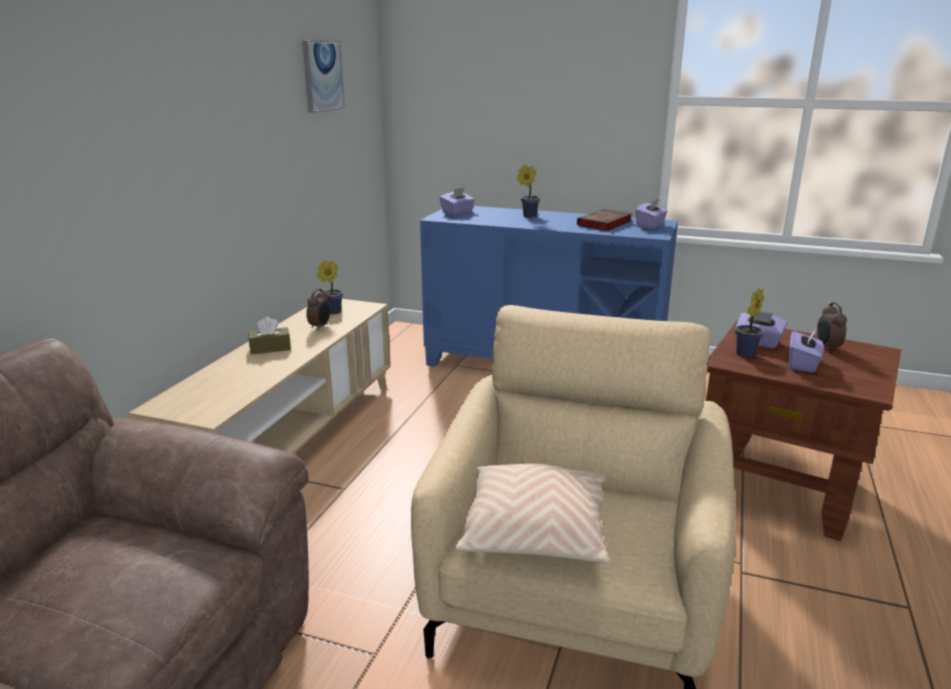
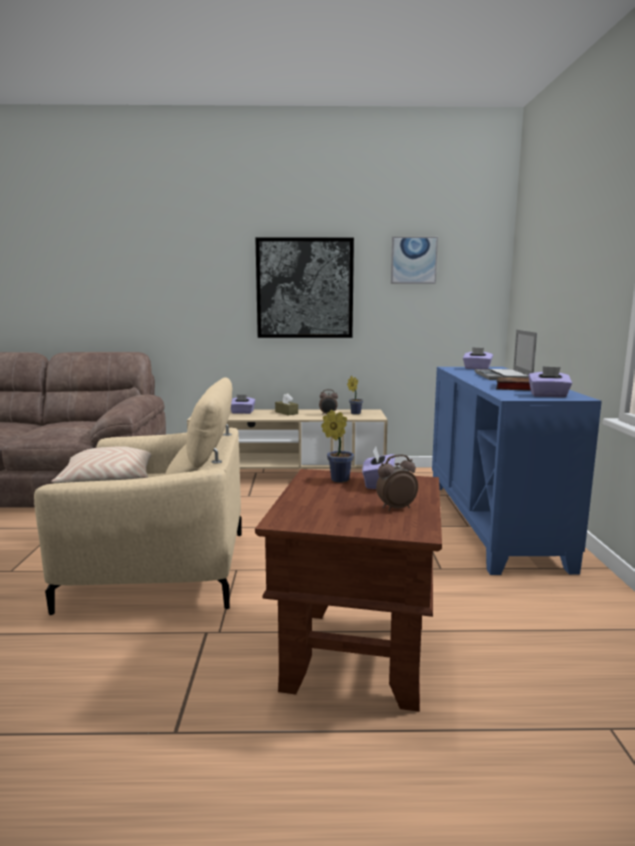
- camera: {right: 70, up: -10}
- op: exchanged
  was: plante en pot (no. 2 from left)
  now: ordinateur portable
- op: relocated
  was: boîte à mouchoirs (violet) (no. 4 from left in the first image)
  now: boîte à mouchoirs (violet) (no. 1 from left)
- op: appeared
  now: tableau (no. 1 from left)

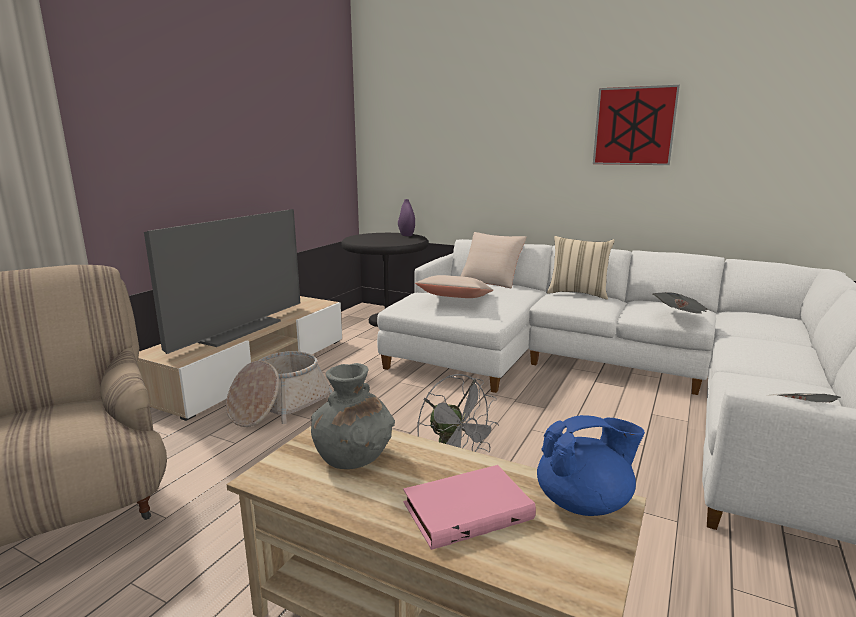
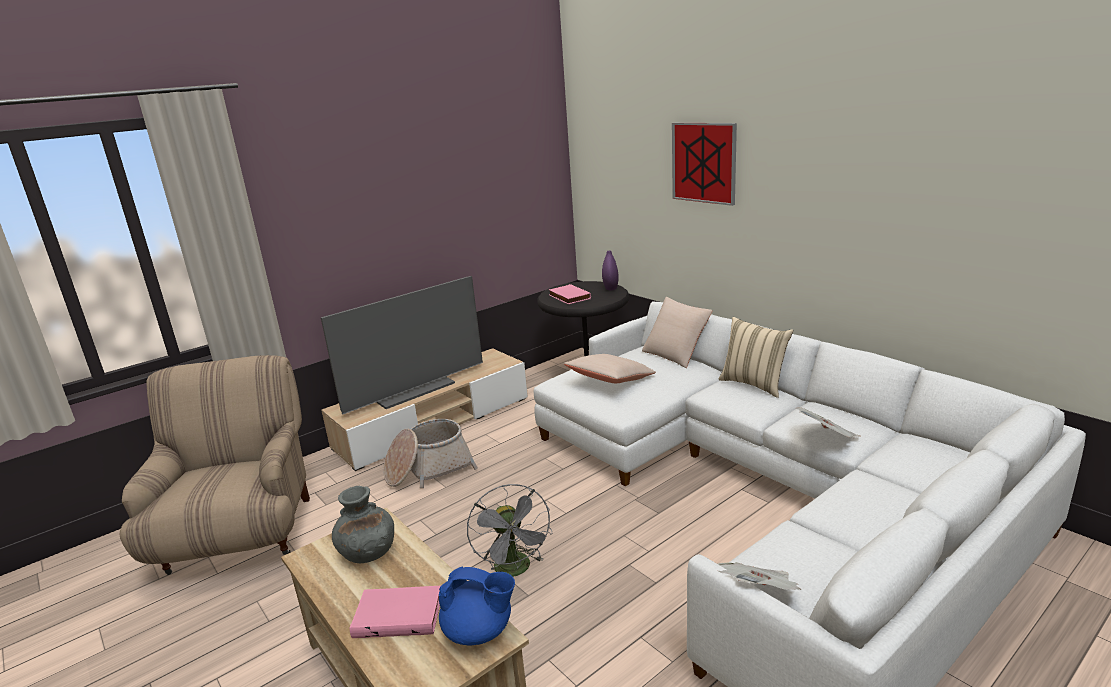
- camera: {right: 25, up: 5}
- op: relocated
  was: tableau
- op: appeared
  now: livre (rose) (no. 2 from left)

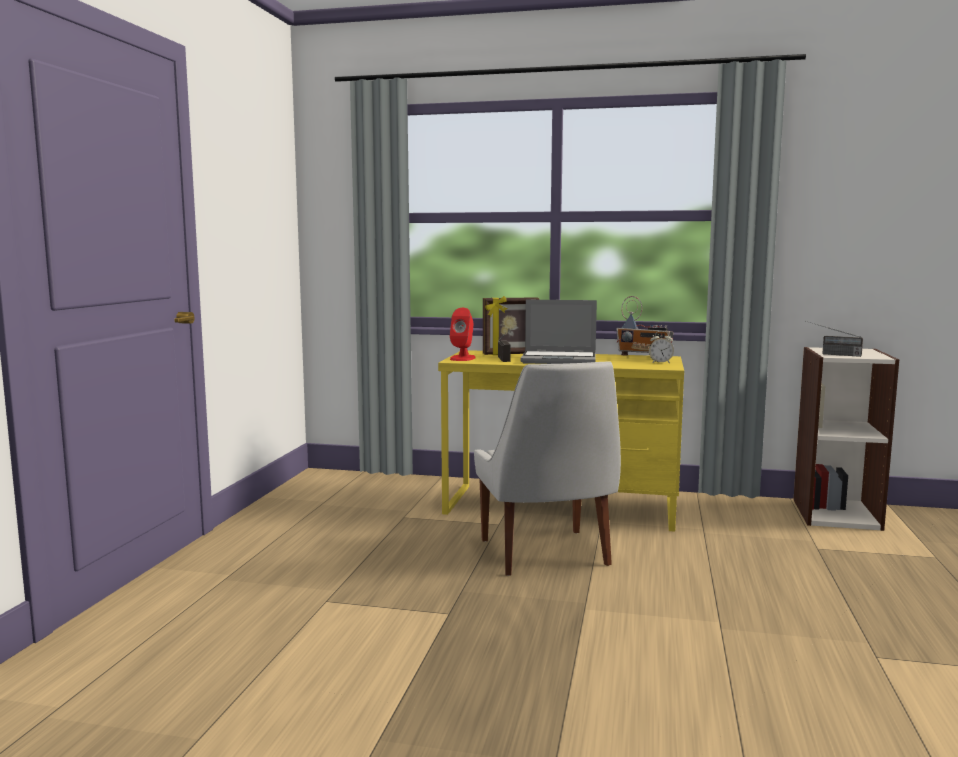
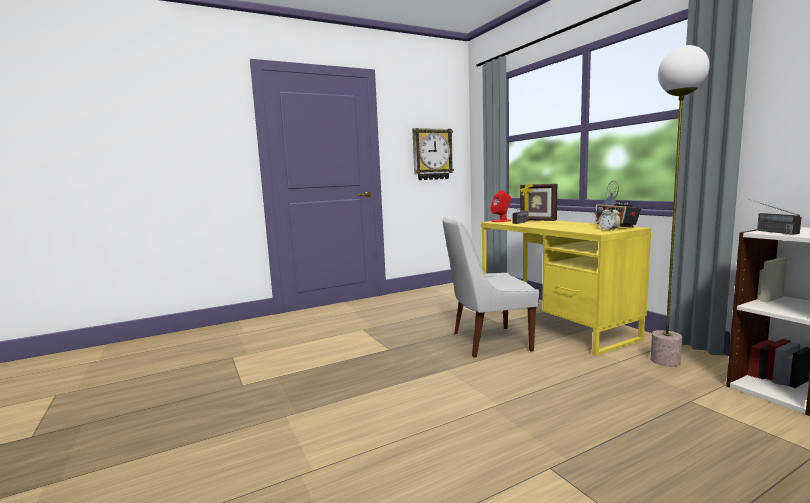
- camera: {right: 50, up: 0}
- op: spun
  was: chaise (blanc)
  clockwise: 45
- op: missing
  was: ordinateur portable
- op: appeared
  now: horloge murale
- op: appeared
  now: lampadaire

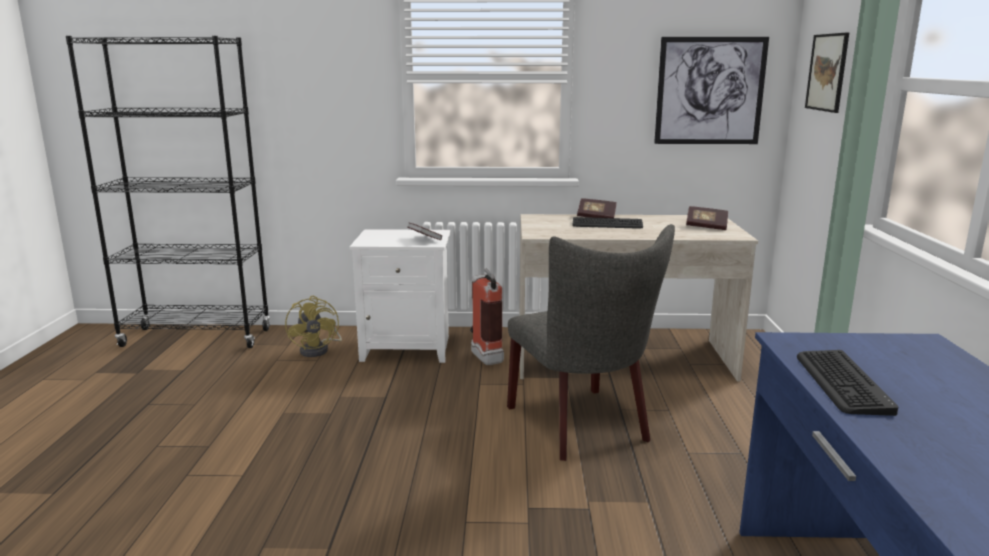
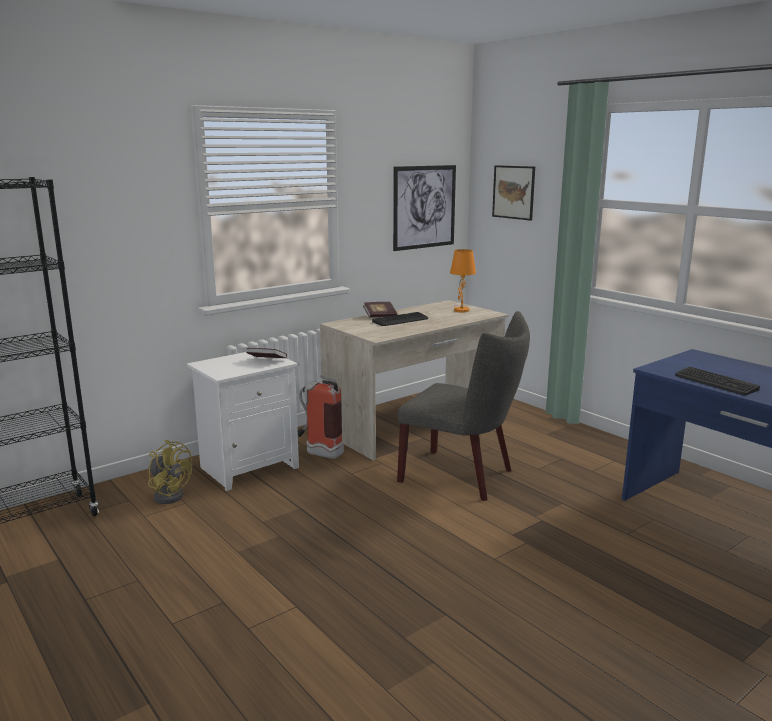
- camera: {right: -40, up: 0}
- op: exchanged
  was: livre (no. 3 from left)
  now: lampe de table (orange)

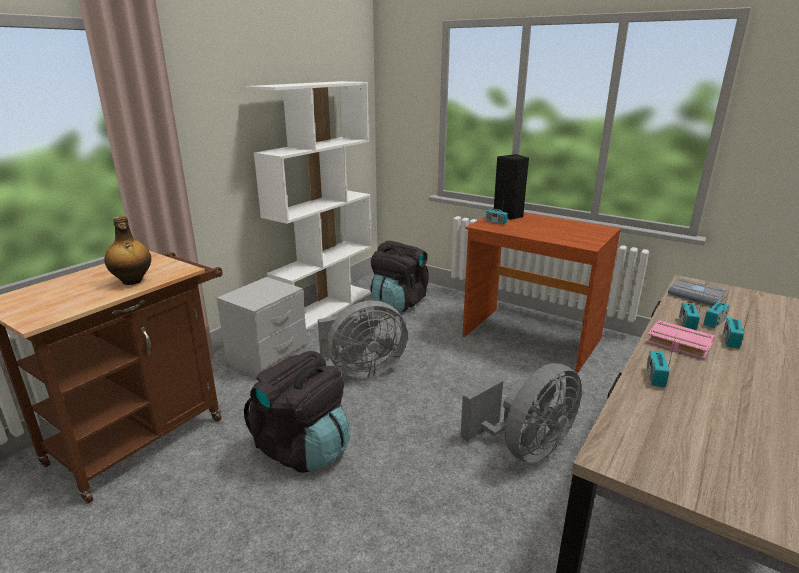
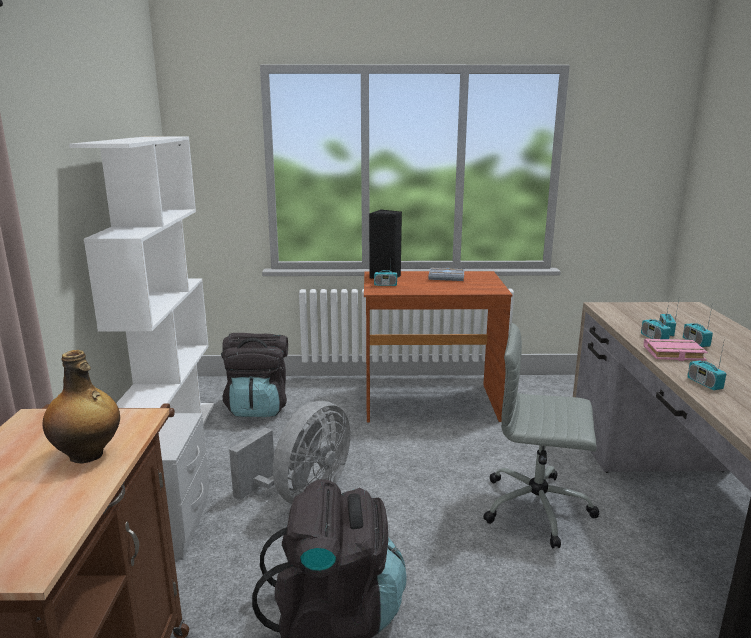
- camera: {right: -35, up: -5}
- op: exchanged
  was: ventilateur (gris) (no. 2 from left)
  now: chaise de bureau (gris)
- op: relocated
  was: livre (gris)

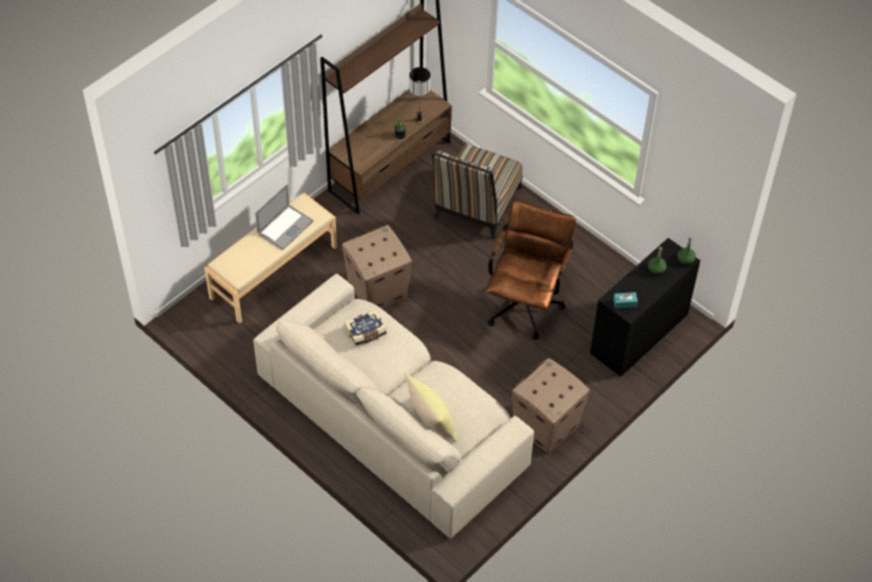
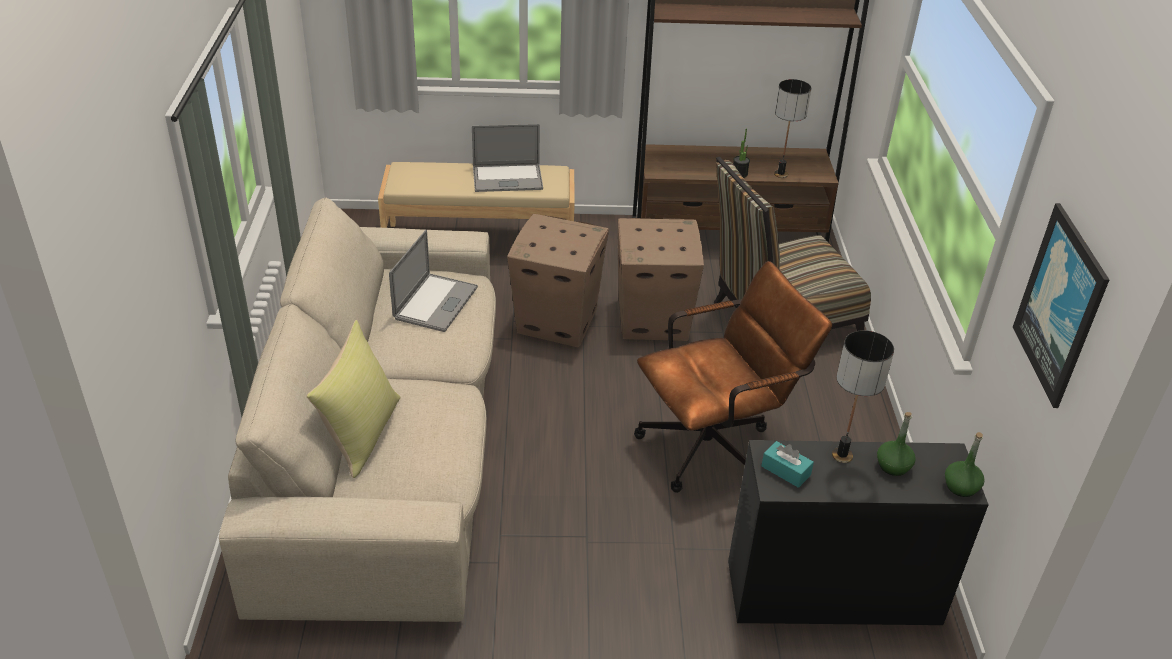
- camera: {right: 45, up: -15}
- op: exchanged
  was: livre
  now: ordinateur portable (no. 1 from left)
- op: relocated
  was: carton (no. 2 from left)
- op: appeared
  now: lampe de table (no. 2 from left)
- op: appeared
  now: tableau

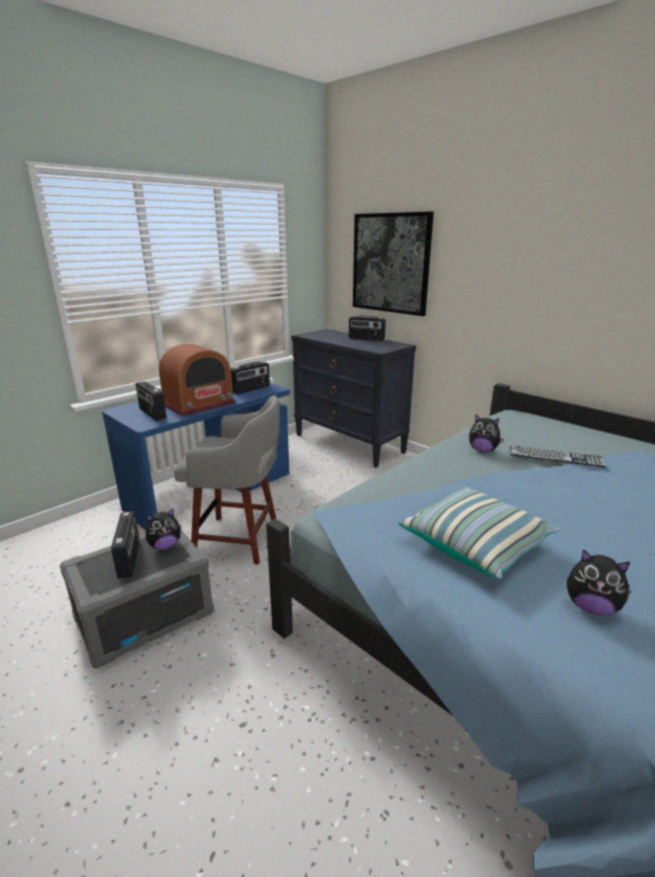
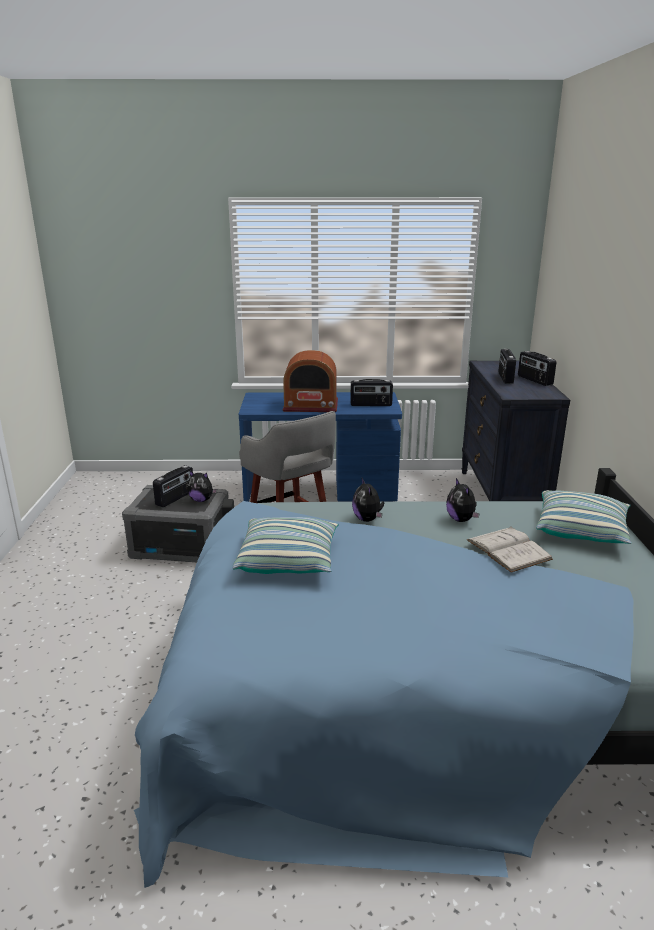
- camera: {right: 45, up: 0}
- op: relocated
  was: radio (no. 2 from left in the first image)
  now: radio (no. 4 from left)
- op: missing
  was: tableau
- op: exchanged
  was: clavier
  now: livre (blanc)
- op: relocated
  was: peluche (no. 3 from left in the first image)
  now: peluche (no. 2 from left)
- op: appeared
  now: coussin (no. 2 from left)

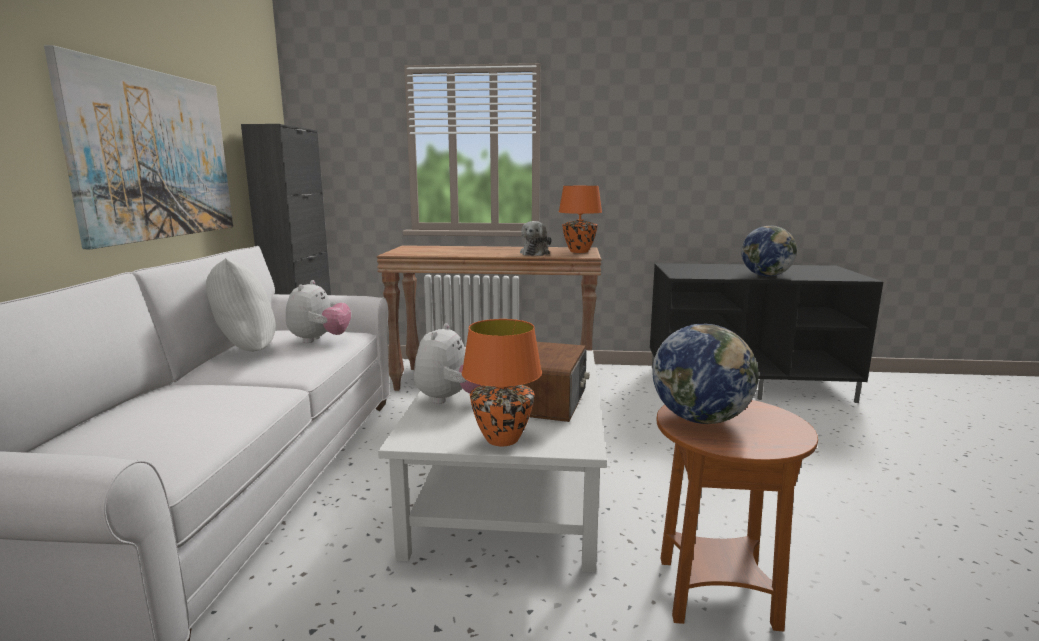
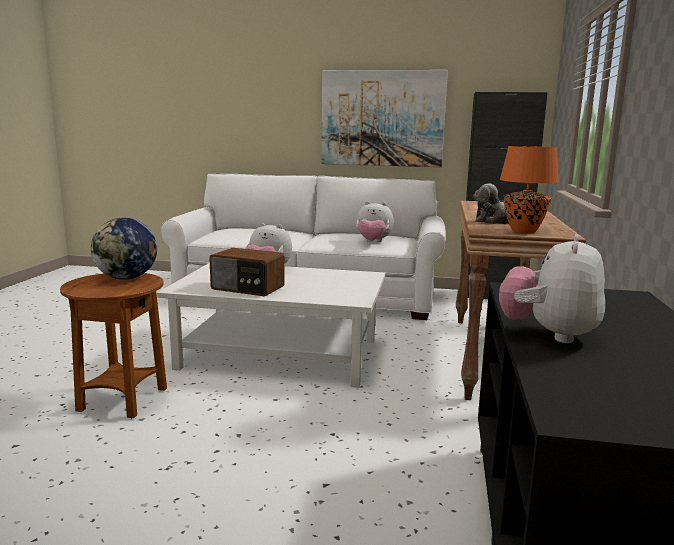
- camera: {right: 95, up: 0}
- op: missing
  was: coussin (blanc)
- op: missing
  was: lampe de table (orange) (no. 1 from left)
- op: exchanged
  was: globe (no. 2 from left)
  now: peluche (no. 4 from left)

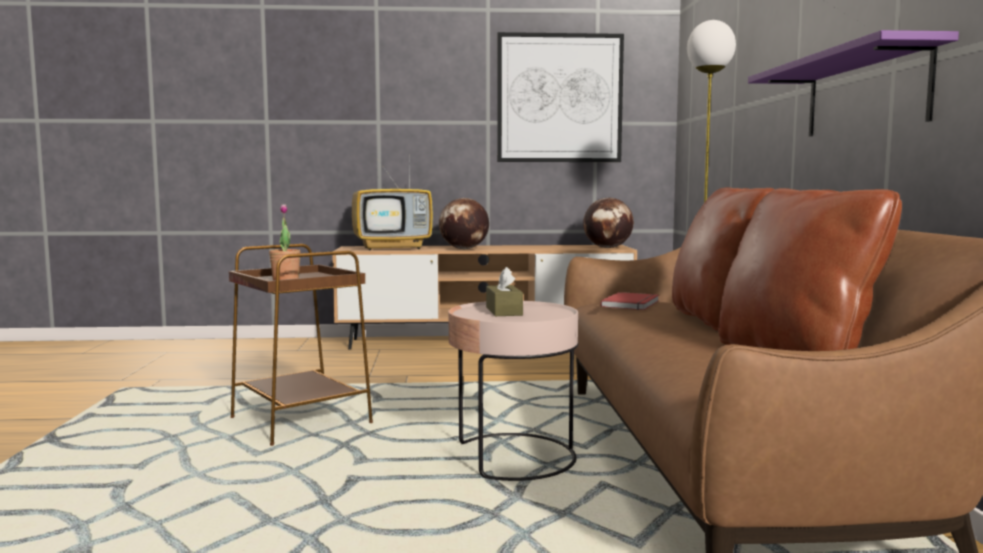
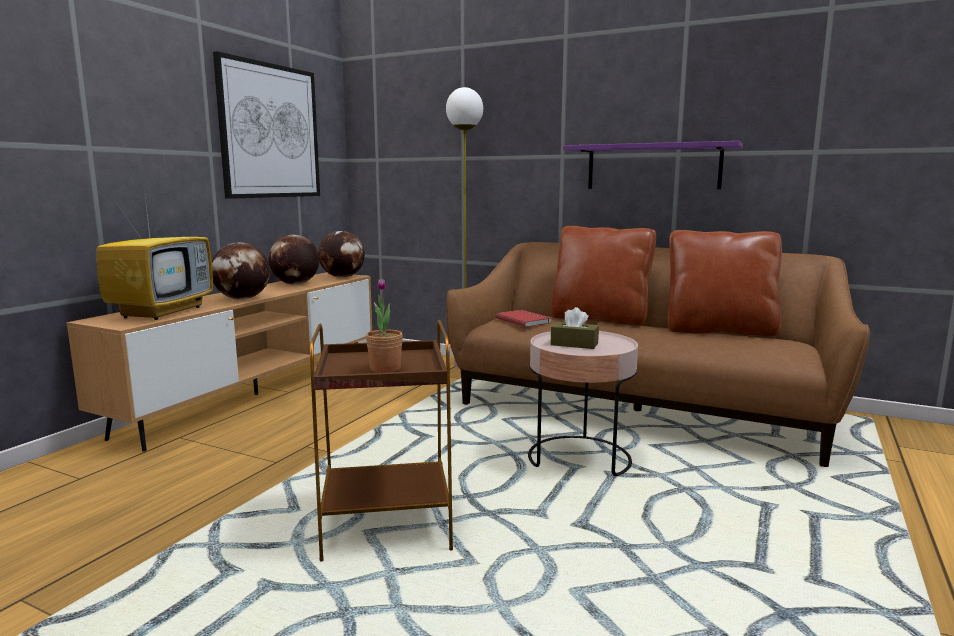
- camera: {right: -60, up: 5}
- op: appeared
  now: globe (no. 2 from left)

